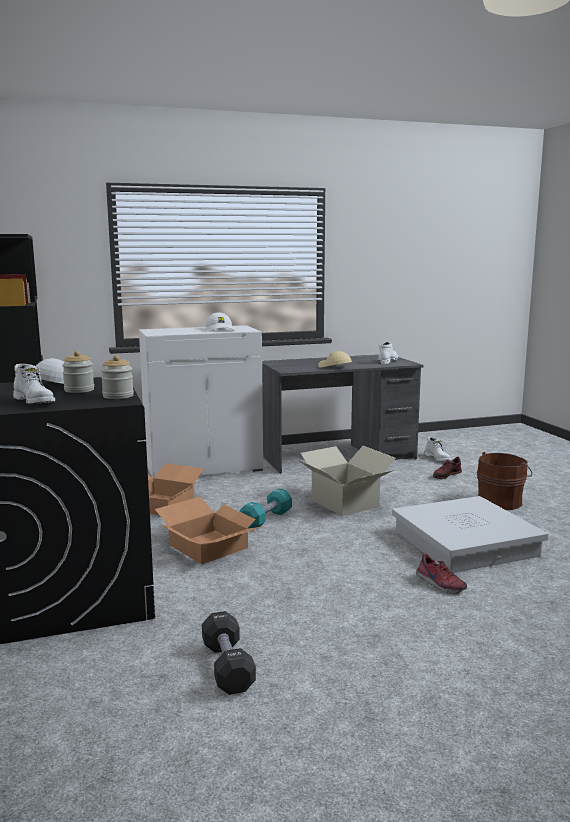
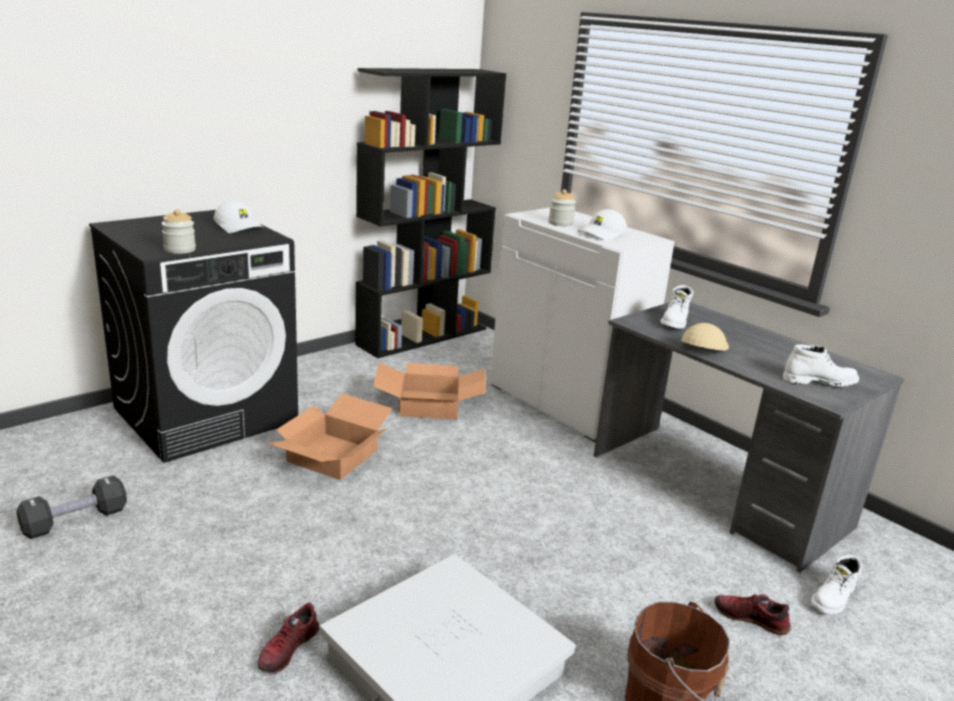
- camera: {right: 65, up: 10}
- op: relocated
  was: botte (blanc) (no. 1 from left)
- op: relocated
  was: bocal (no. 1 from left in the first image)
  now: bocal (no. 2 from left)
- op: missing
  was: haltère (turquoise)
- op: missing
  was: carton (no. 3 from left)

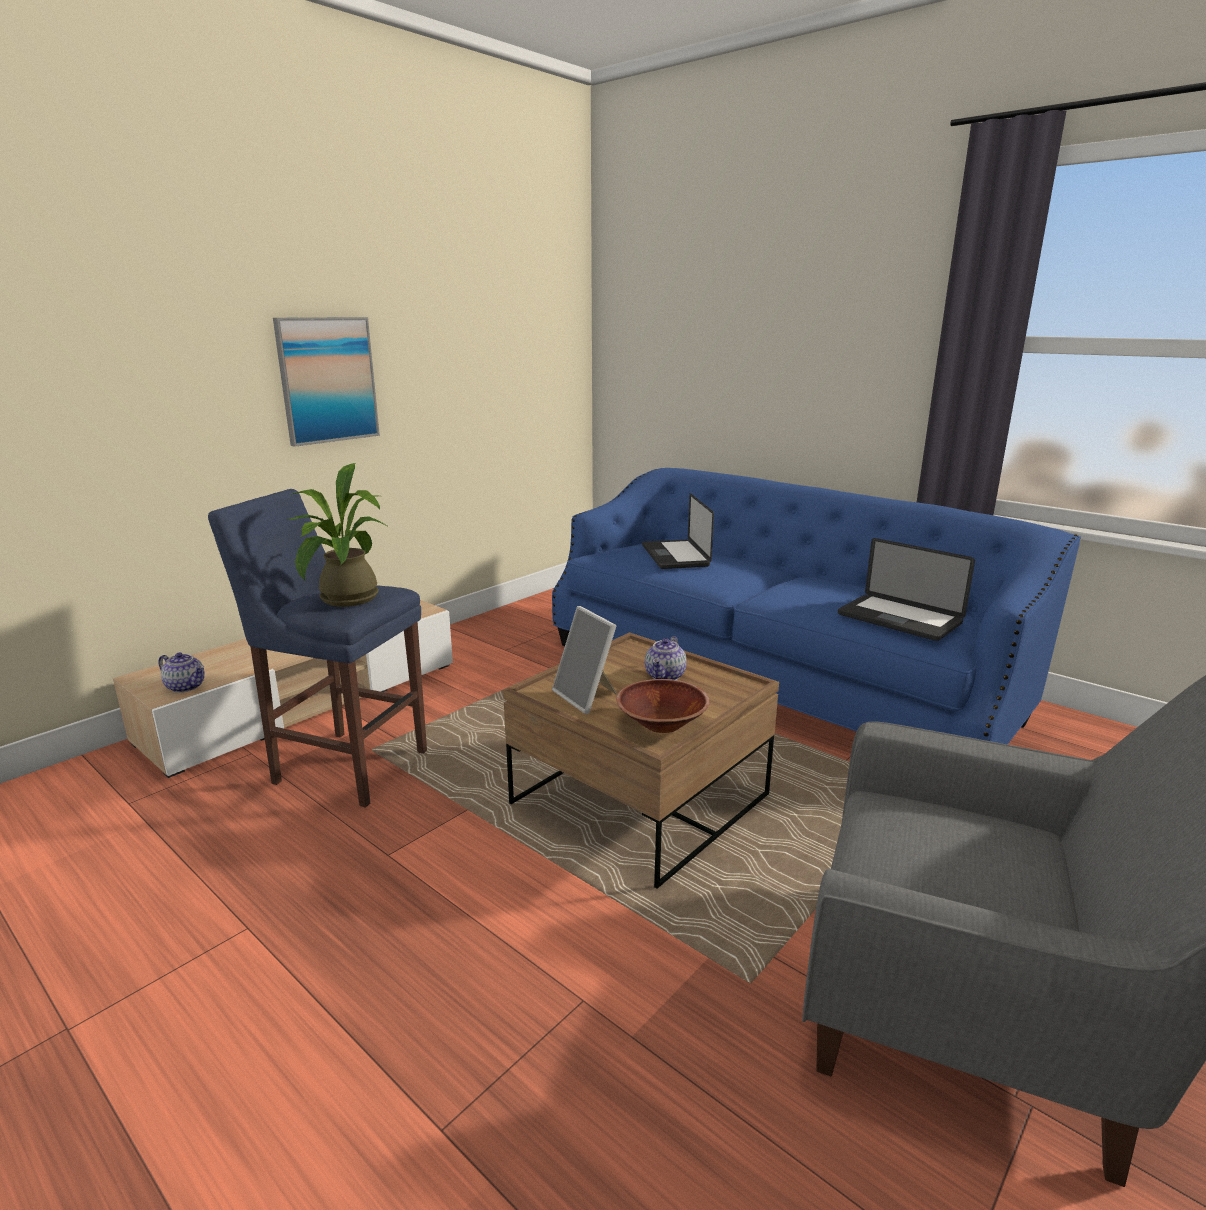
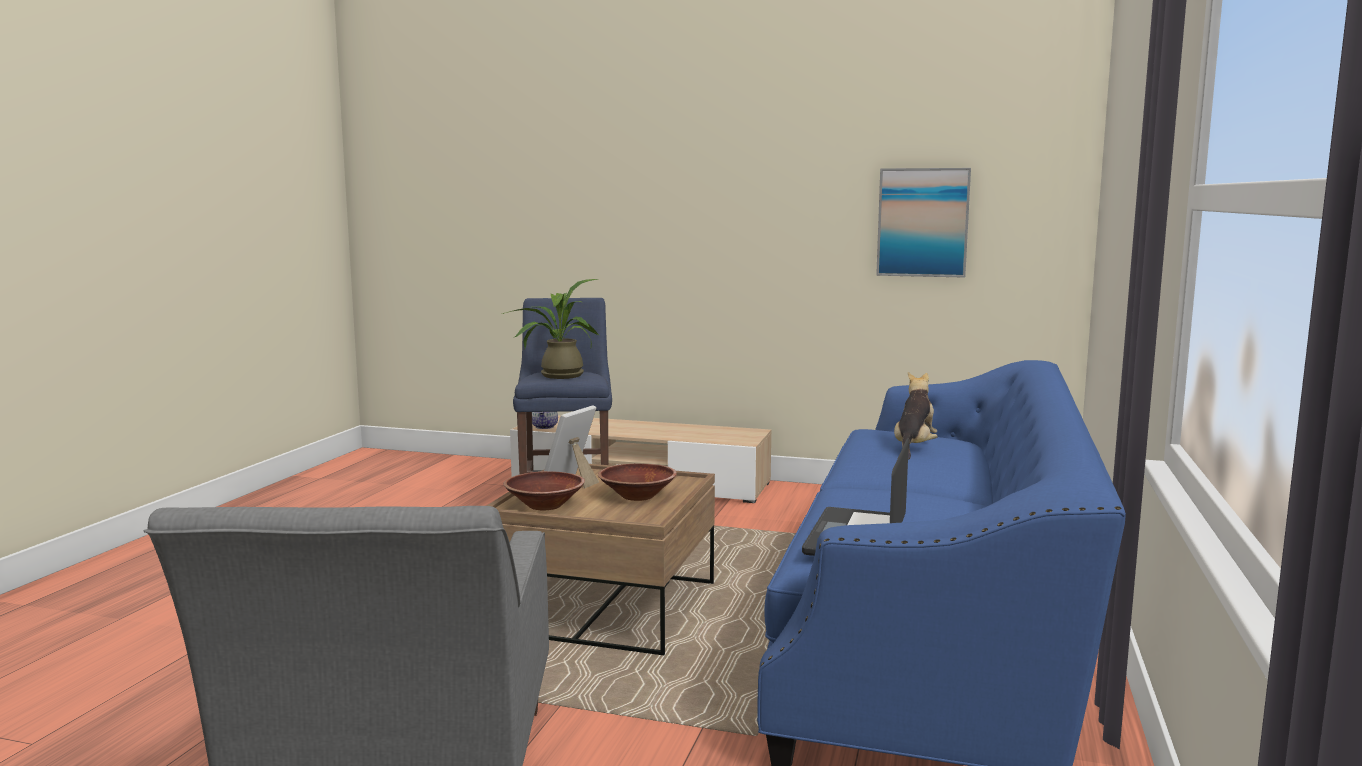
- camera: {right: 65, up: -10}
- op: relocated
  was: tableau
- op: exchanged
  was: ordinateur portable (no. 1 from left)
  now: peluche
- op: exchanged
  was: théière (no. 2 from left)
  now: bol (marron) (no. 2 from left)

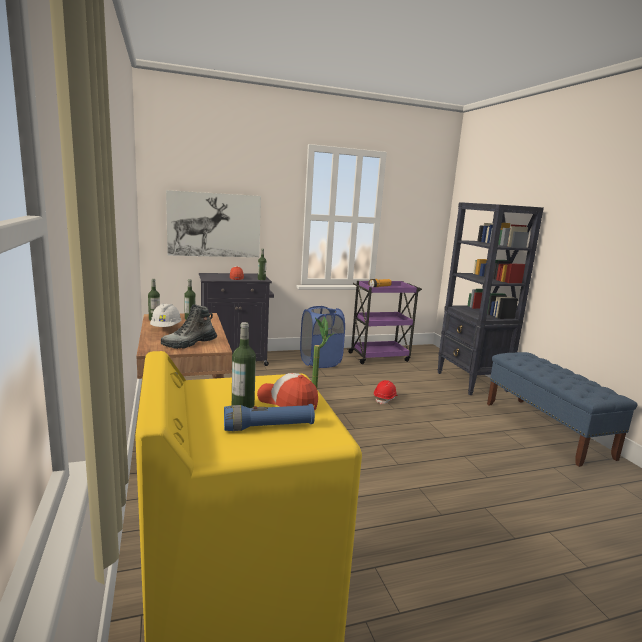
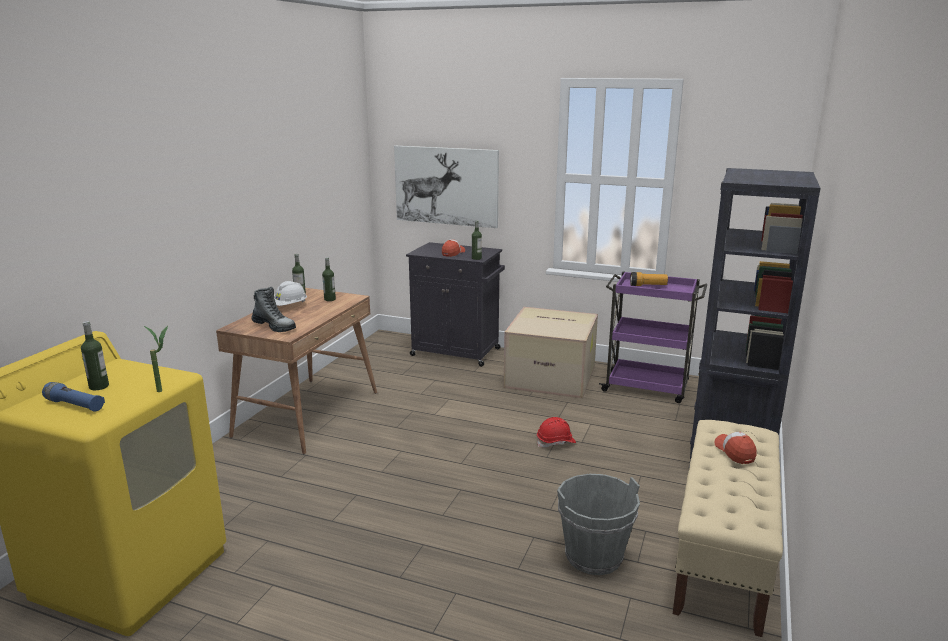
- camera: {right: 40, up: 5}
- op: spun
  was: botte
  clockwise: -150
- op: relocated
  was: casquette (no. 2 from left)
- op: exchanged
  was: panier à linge (bleu)
  now: carton
- op: colour
  was: banc (bleu)
  now: banc (beige)
- op: appeared
  now: seau (gris)

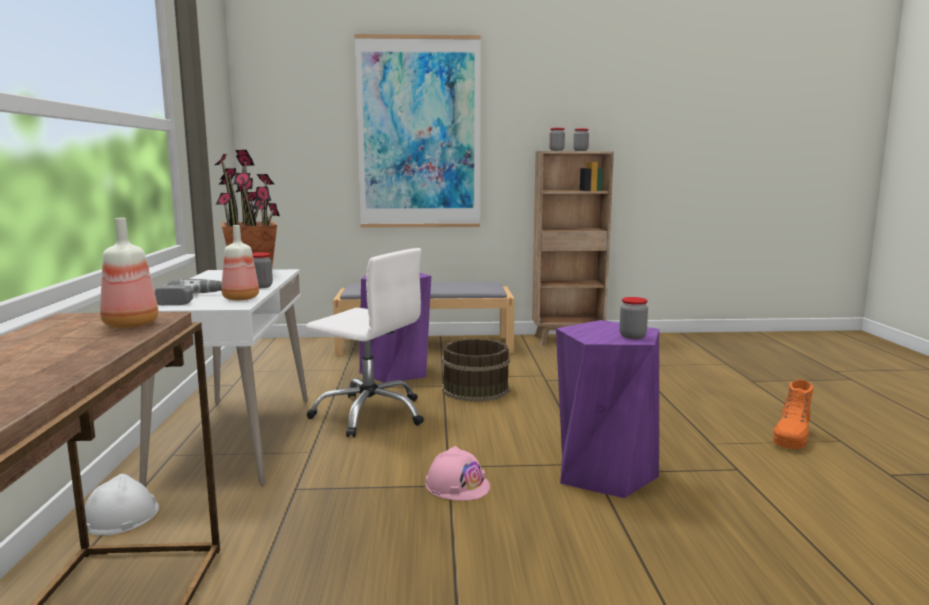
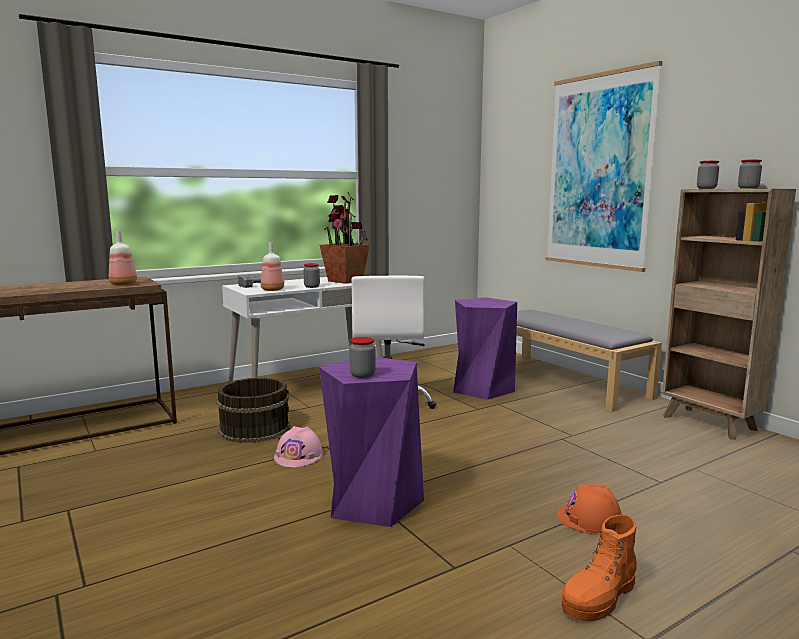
- camera: {right: 60, up: 0}
- op: missing
  was: casque de chantier (blanc)
- op: relocated
  was: seau (marron)
- op: spun
  was: botte (orange)
  clockwise: -45
- op: appeared
  now: casque de chantier (orange)

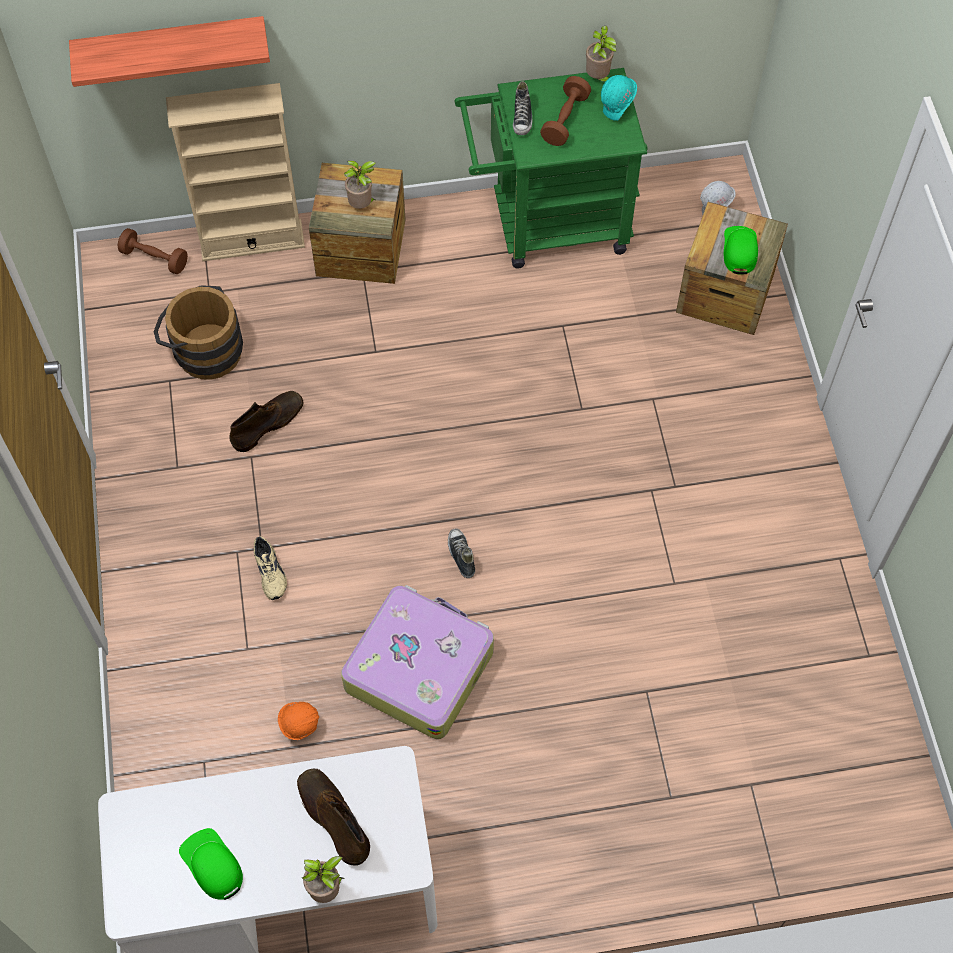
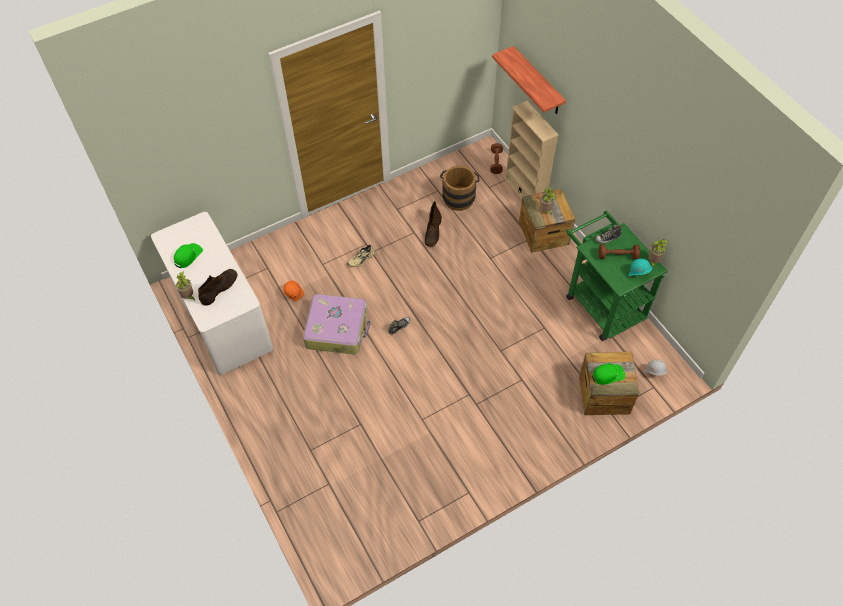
- camera: {right: 70, up: -5}
- op: spun
  was: botte (marron) (no. 1 from left in the first image)
  clockwise: 75

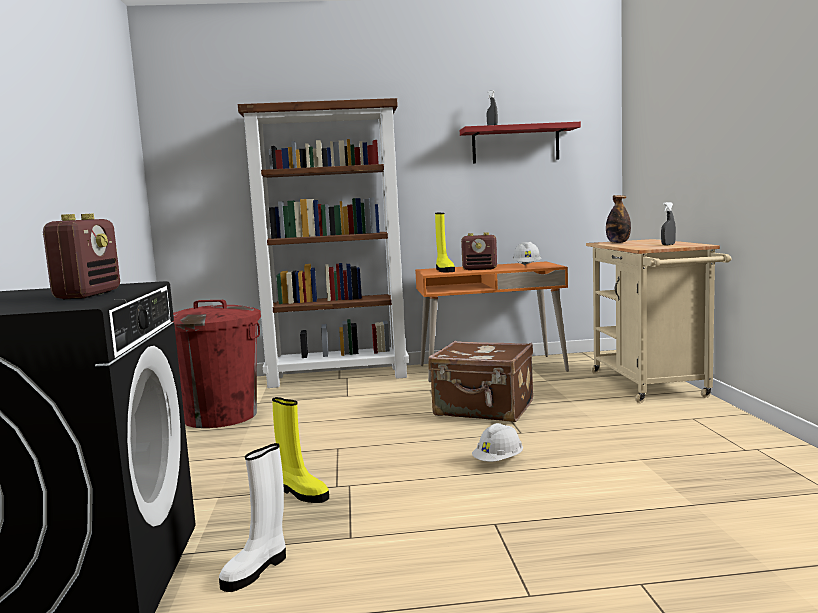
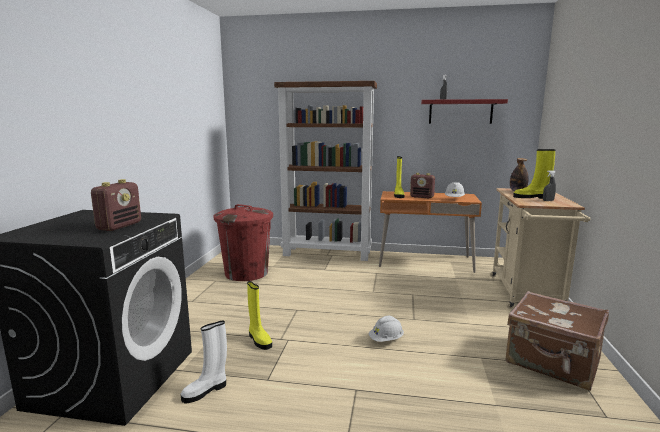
- camera: {right: 15, up: 5}
- op: relocated
  was: valise (marron)
- op: appeared
  now: botte (jaune) (no. 3 from left)

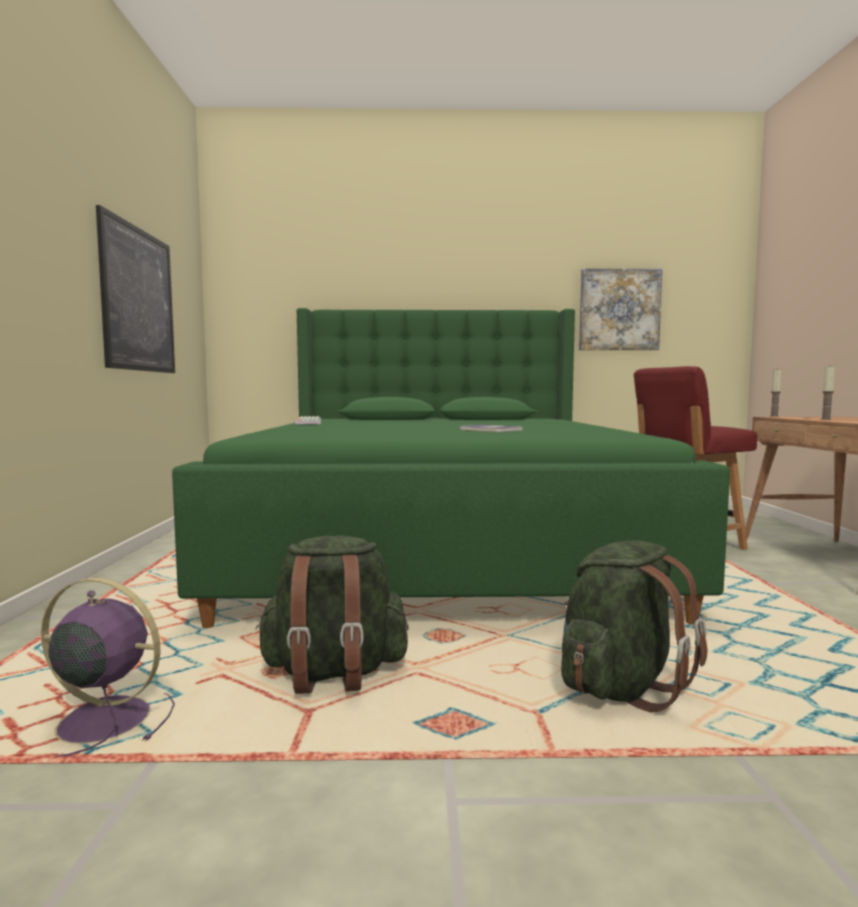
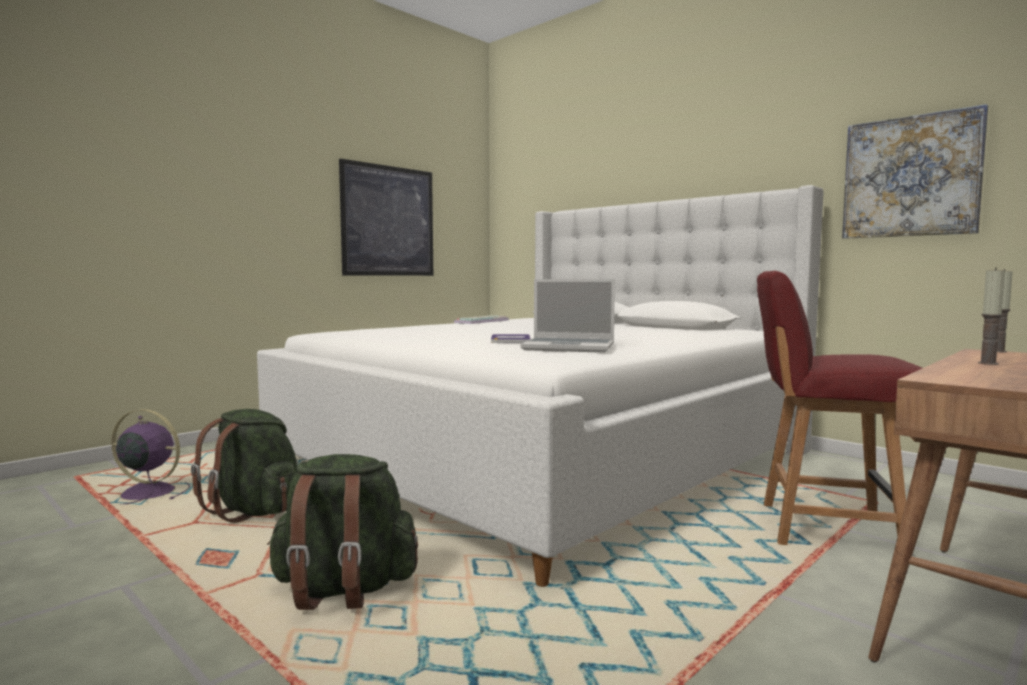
- camera: {right: 45, up: 0}
- op: spun
  was: ventilateur (violet)
  clockwise: -45
- op: colour
  was: lit (vert)
  now: lit (blanc)
- op: appeared
  now: ordinateur portable

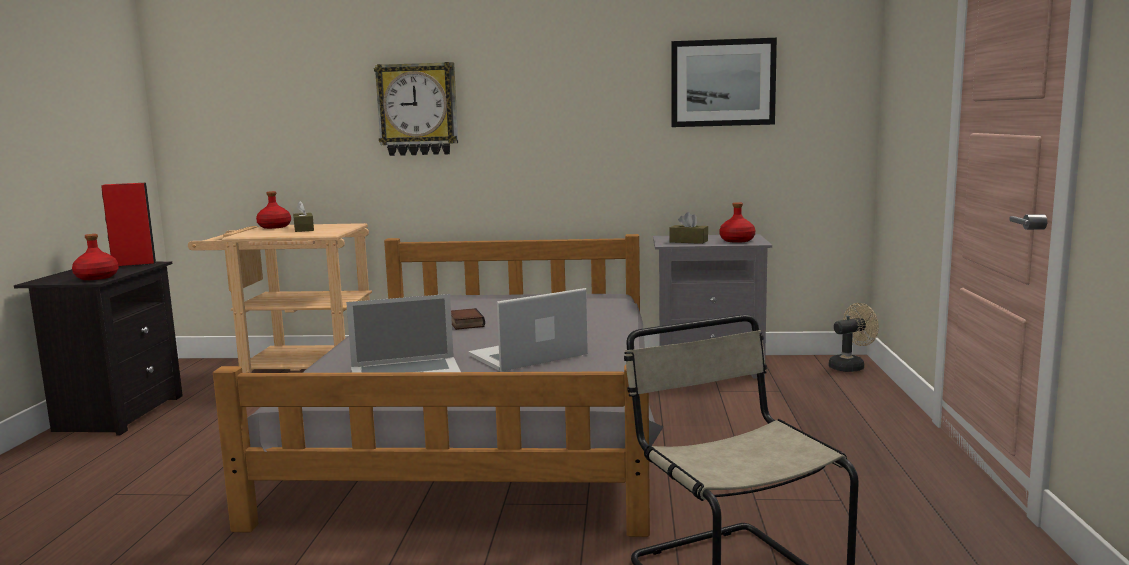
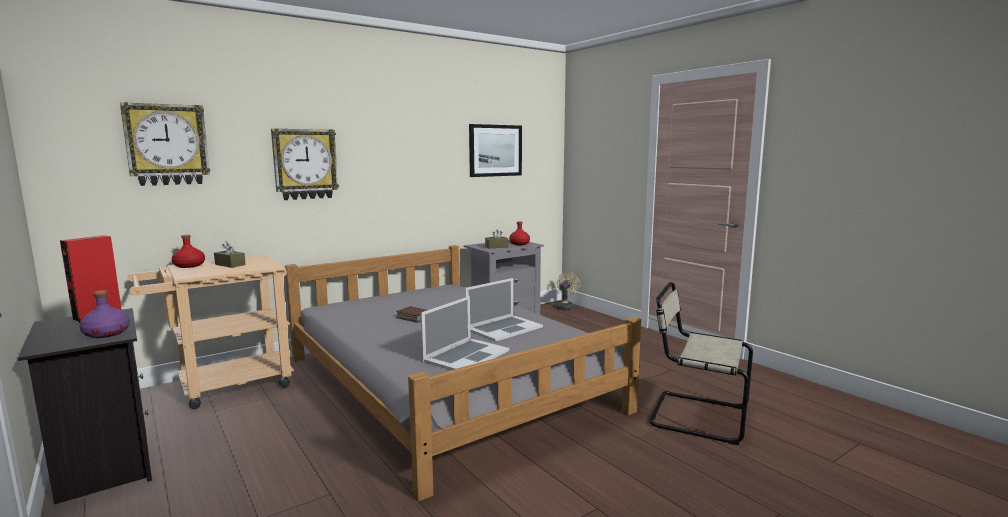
- camera: {right: -40, up: 0}
- op: colour
  was: bouteille (rouge) (no. 1 from left)
  now: bouteille (violet)
- op: spun
  was: ordinateur portable (no. 2 from left)
  clockwise: -150
- op: appeared
  now: horloge murale (no. 1 from left)

